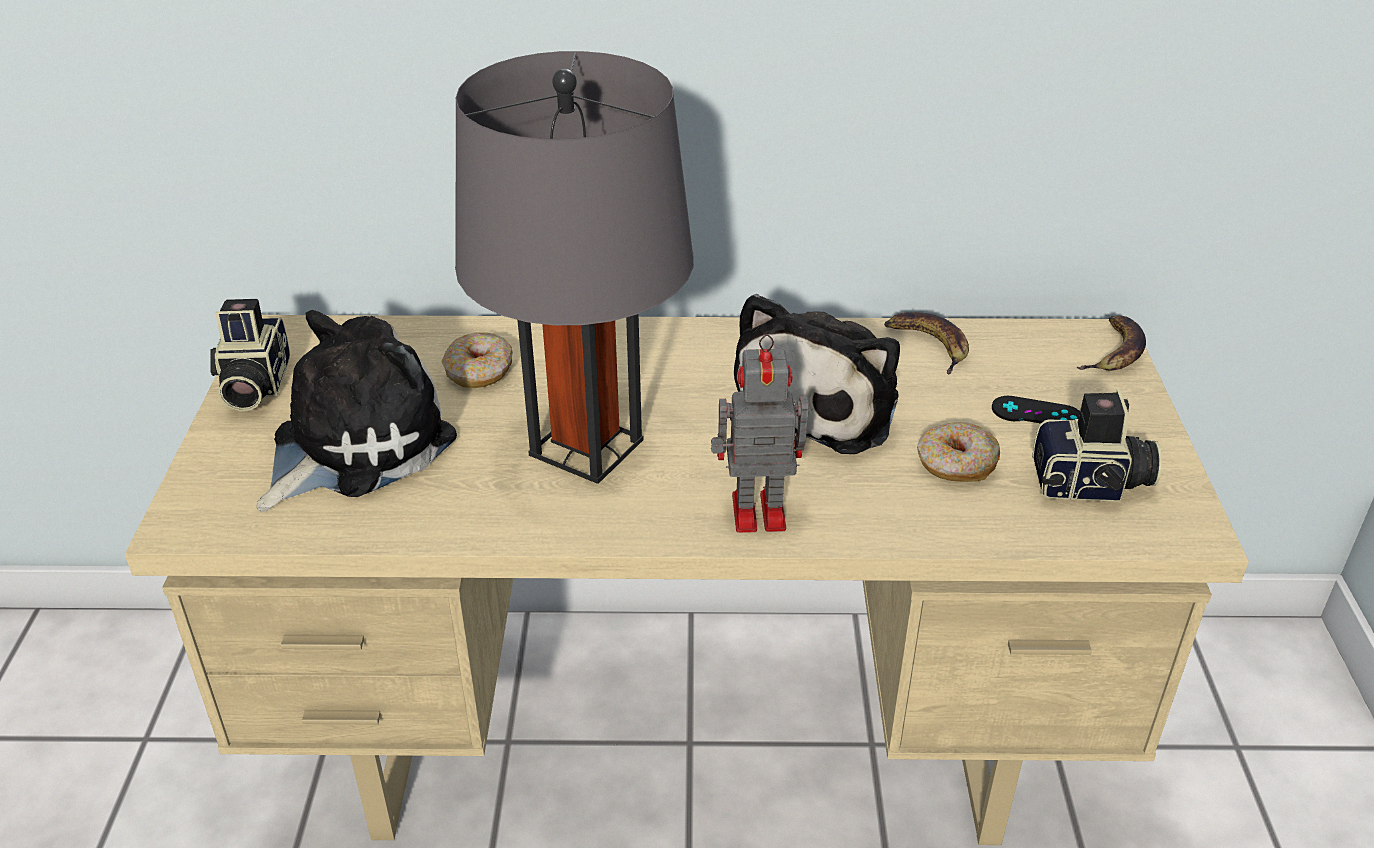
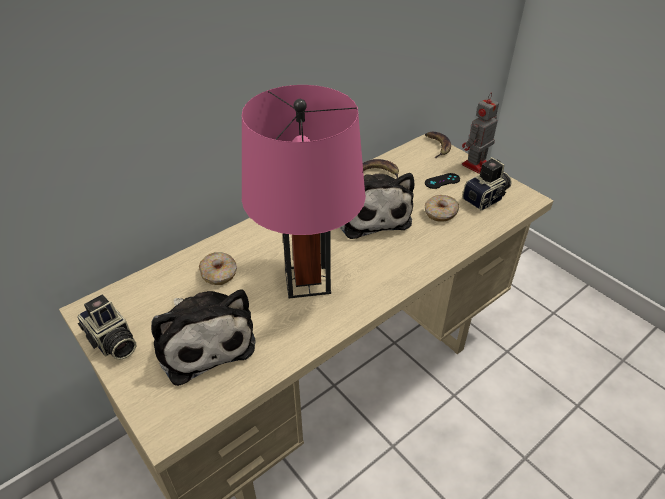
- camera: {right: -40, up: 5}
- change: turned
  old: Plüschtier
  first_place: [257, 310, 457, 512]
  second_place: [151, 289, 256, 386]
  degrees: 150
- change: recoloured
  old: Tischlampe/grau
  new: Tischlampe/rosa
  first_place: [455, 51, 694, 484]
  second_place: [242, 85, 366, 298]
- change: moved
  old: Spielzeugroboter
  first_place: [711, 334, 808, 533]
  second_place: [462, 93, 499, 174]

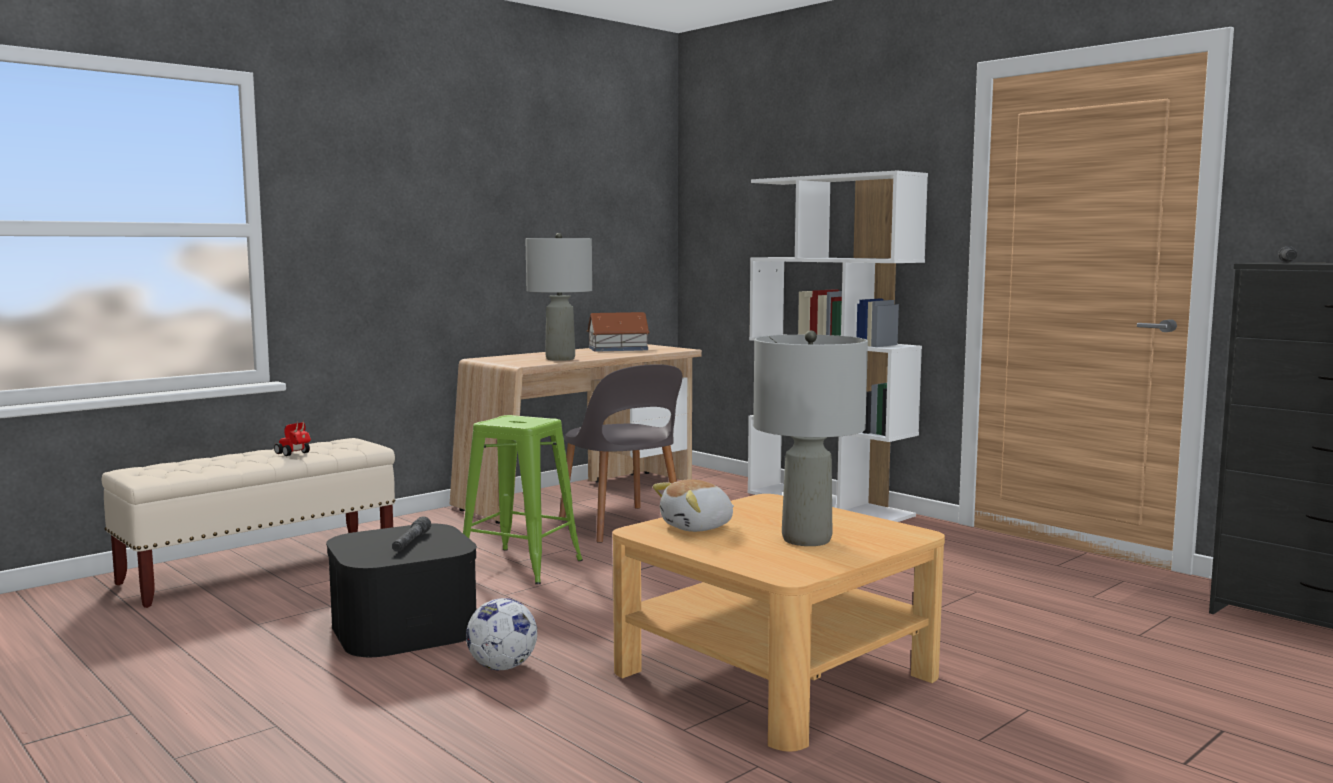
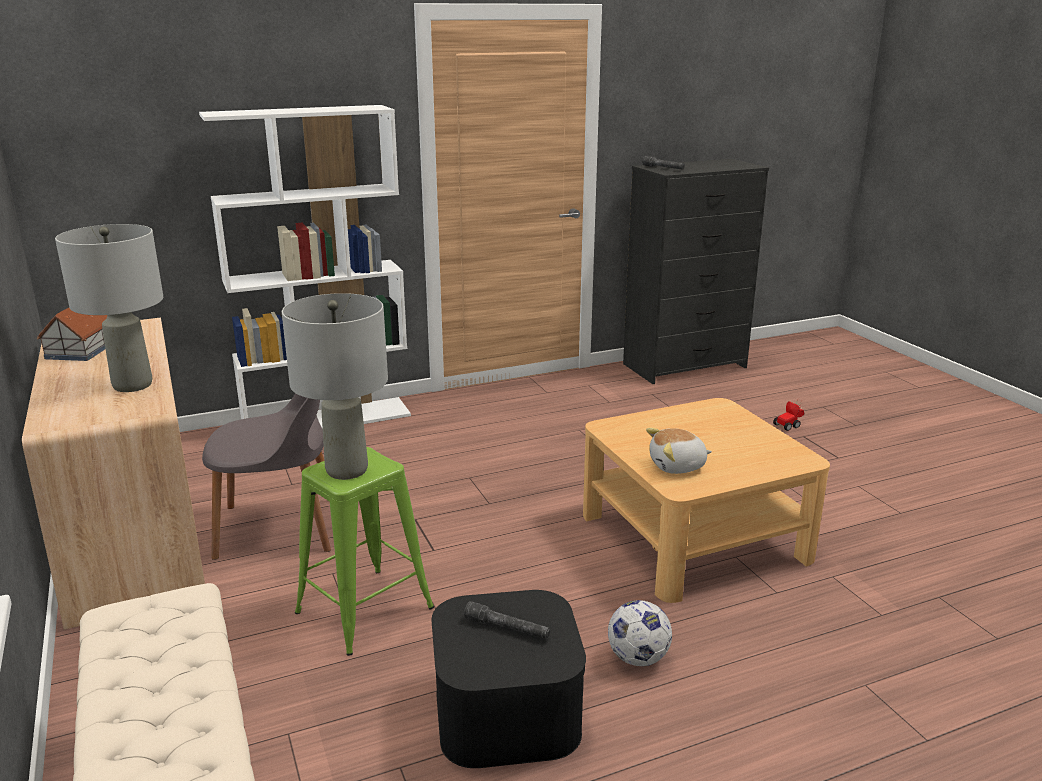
- camera: {right: -70, up: 15}
- change: moved
  old: Tischlampe/grau
  first_place: [753, 330, 868, 546]
  second_place: [282, 293, 388, 480]
- change: turned
  old: Plüschtier
  first_place: [653, 479, 734, 532]
  second_place: [646, 428, 712, 474]
  degrees: 90
- change: moved
  old: Spielzeugauto
  first_place: [274, 421, 311, 456]
  second_place: [773, 399, 805, 431]

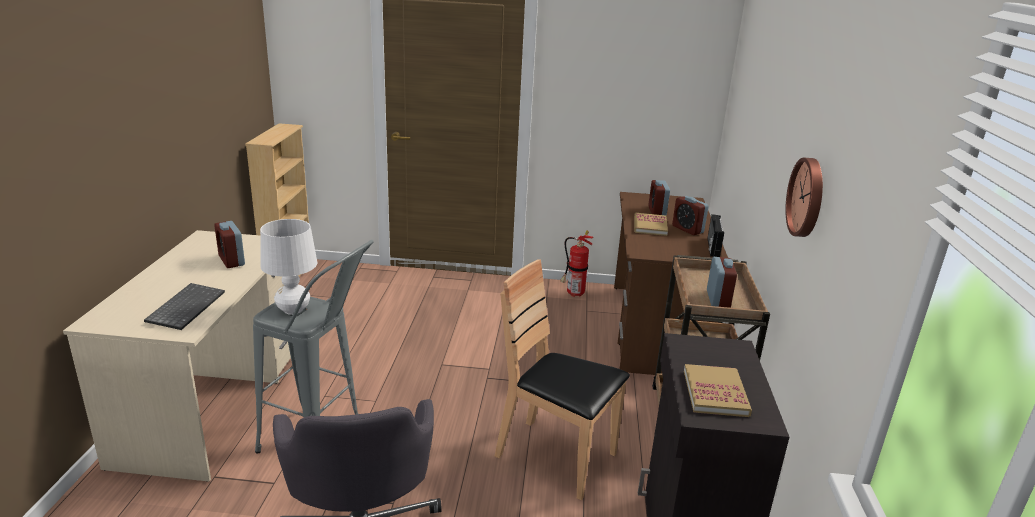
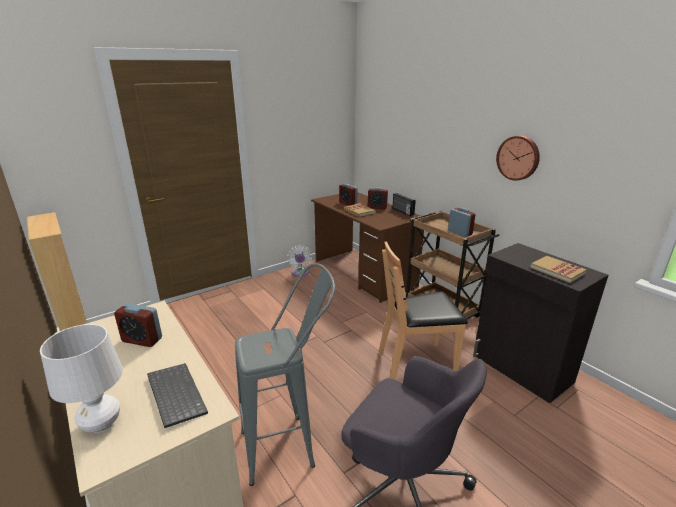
- camera: {right: -40, up: 0}
- change: moved
  old: Tischlampe/weiß
  first_place: [260, 219, 317, 315]
  second_place: [40, 324, 123, 433]
- change: replaced
  old: Feuerlöscher
  new: Ventilator/weiß
  first_place: [560, 230, 594, 297]
  second_place: [287, 245, 312, 276]

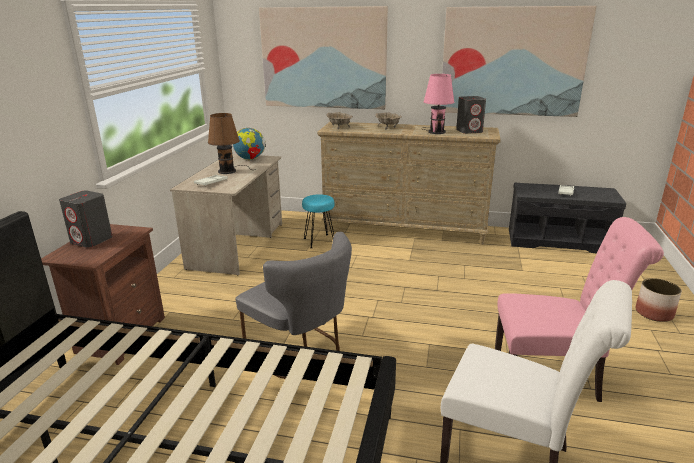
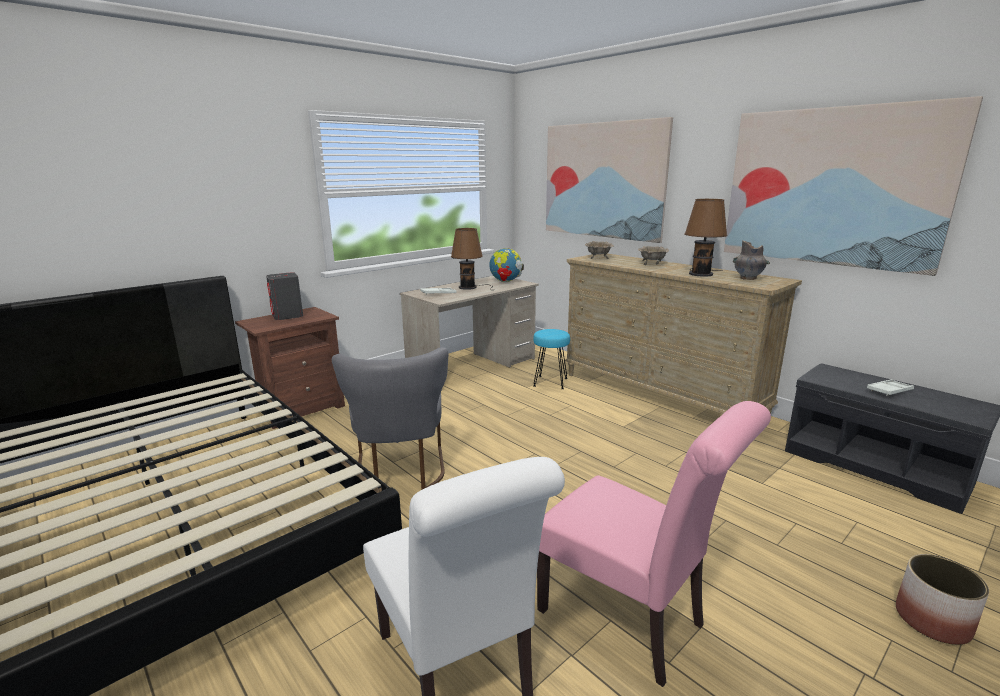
- camera: {right: 35, up: -5}
- change: recoloured
  old: Tischlampe/rosa
  new: Tischlampe/braun
  first_place: [421, 74, 455, 134]
  second_place: [685, 199, 727, 277]
- change: replaced
  old: Lautsprecher/grau
  new: Vase/grau
  first_place: [456, 96, 486, 134]
  second_place: [733, 240, 770, 280]

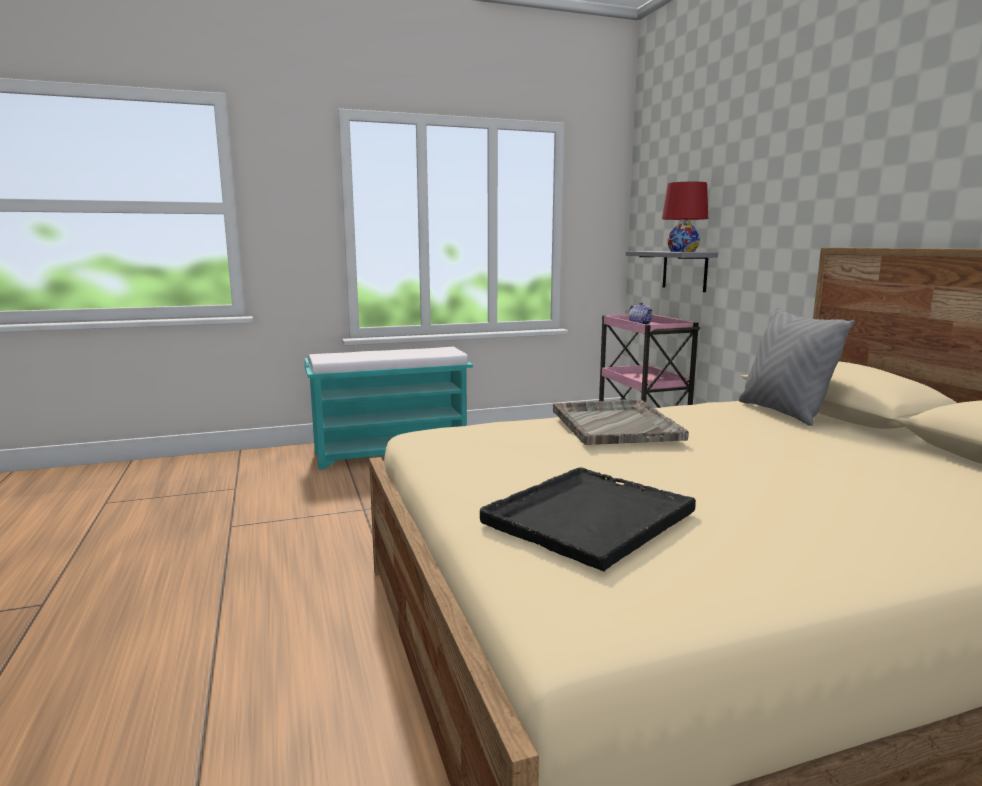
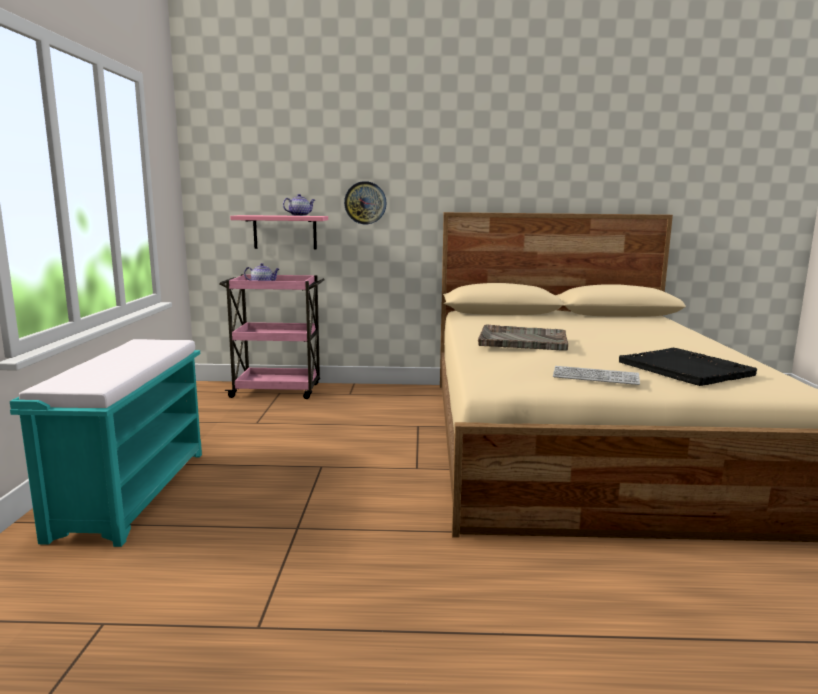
- camera: {right: -70, up: 0}
- change: recoloured
  old: Wandregal/grau
  new: Wandregal/rosa
  first_place: [626, 251, 718, 292]
  second_place: [230, 215, 328, 249]
- change: replaced
  old: Tischlampe/rot
  new: Teekanne
  first_place: [662, 182, 708, 252]
  second_place: [283, 194, 315, 216]
- change: added
  new: Wanduhr
  second_place: [344, 181, 387, 224]
- change: added
  new: Tastatur
  second_place: [553, 366, 640, 385]
- change: removed
  old: Kissen/grau
  first_place: [739, 308, 855, 426]

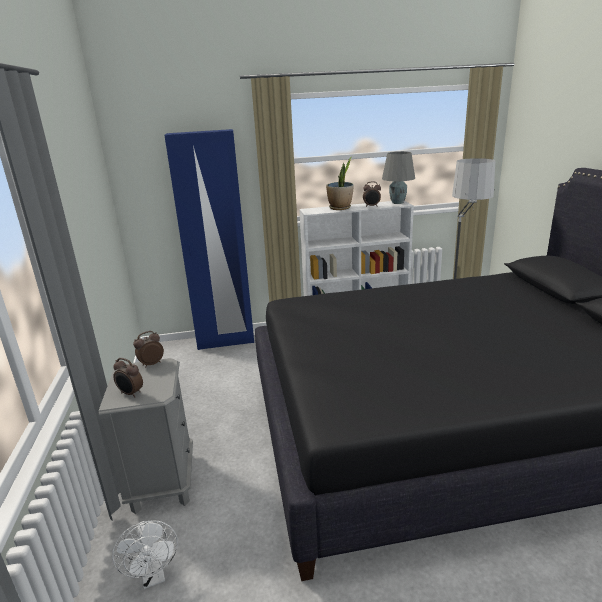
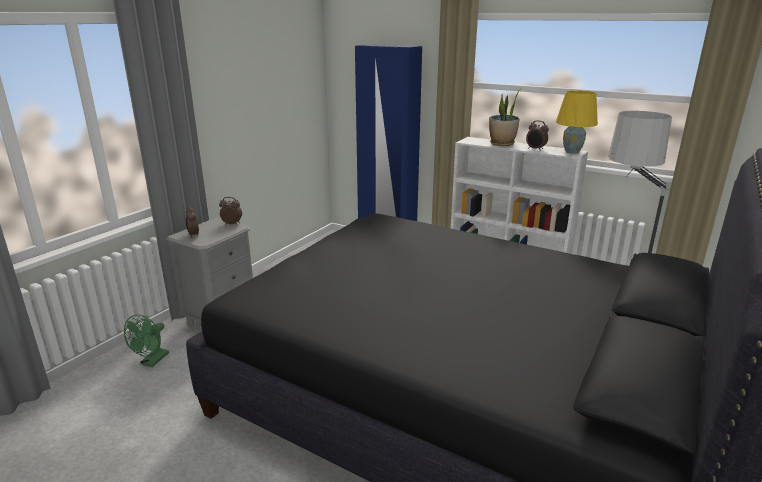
- camera: {right: 40, up: 0}
- change: recoloured
  old: Ventilator/weiß
  new: Ventilator/grün
  first_place: [112, 520, 178, 589]
  second_place: [124, 315, 169, 367]
- change: recoloured
  old: Tischlampe/grau
  new: Tischlampe/gelb
  first_place: [382, 152, 415, 204]
  second_place: [556, 91, 598, 154]

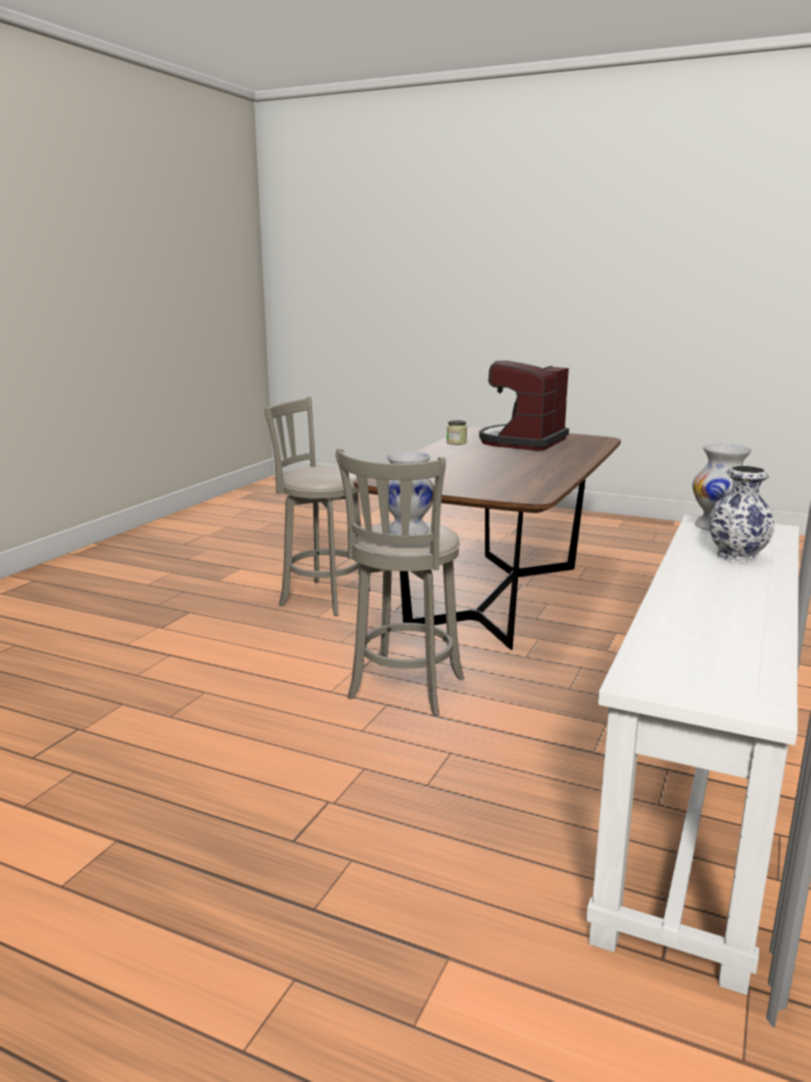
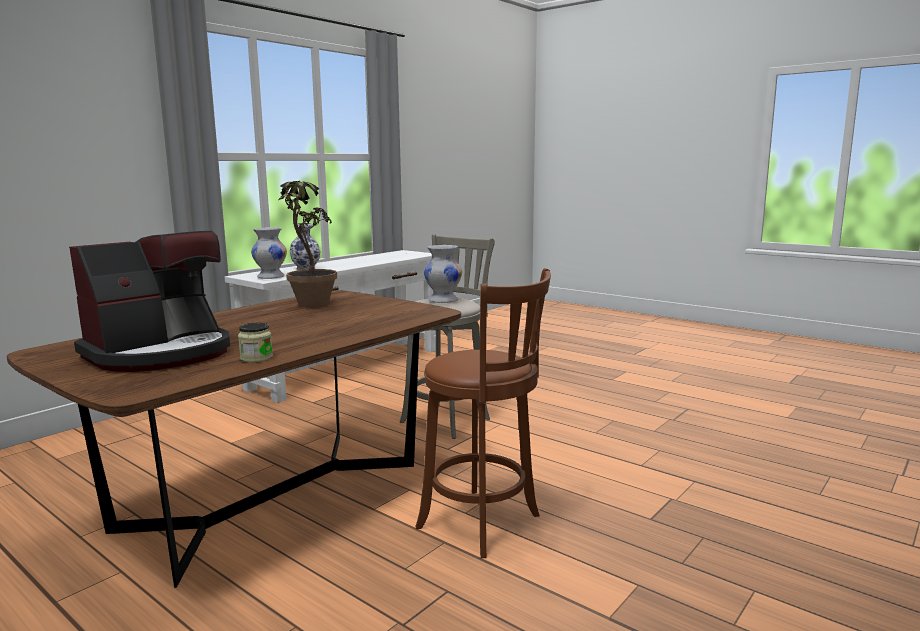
- camera: {right: -165, up: -5}
- change: added
  new: Topfpflanze
  second_place: [278, 181, 337, 308]
- change: recoloured
  old: Hocker/grau
  new: Hocker/braun
  first_place: [264, 397, 371, 616]
  second_place: [416, 268, 551, 558]

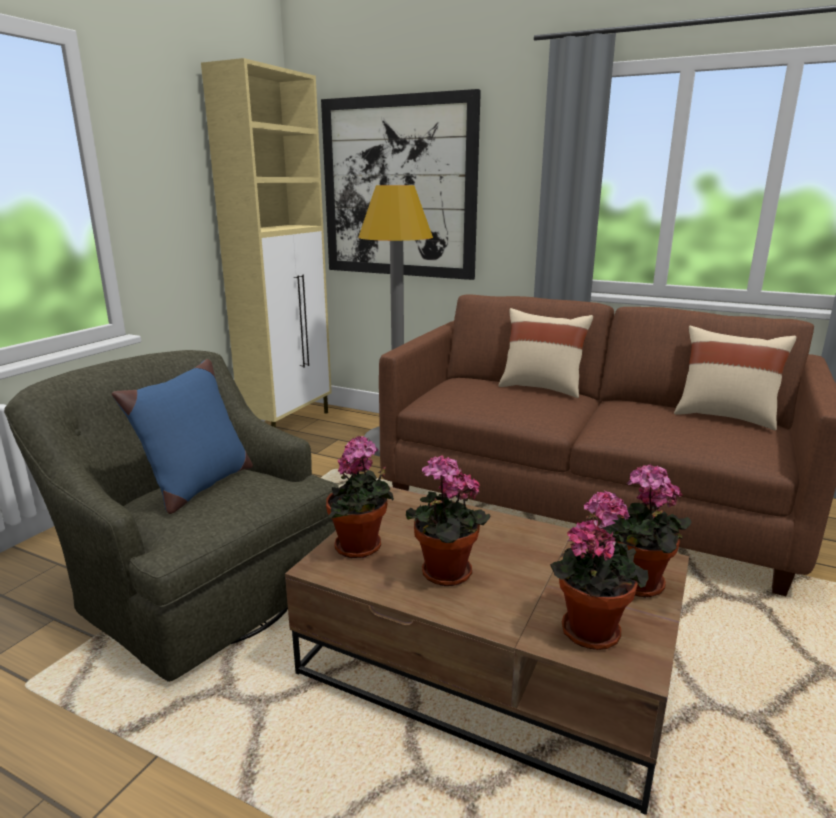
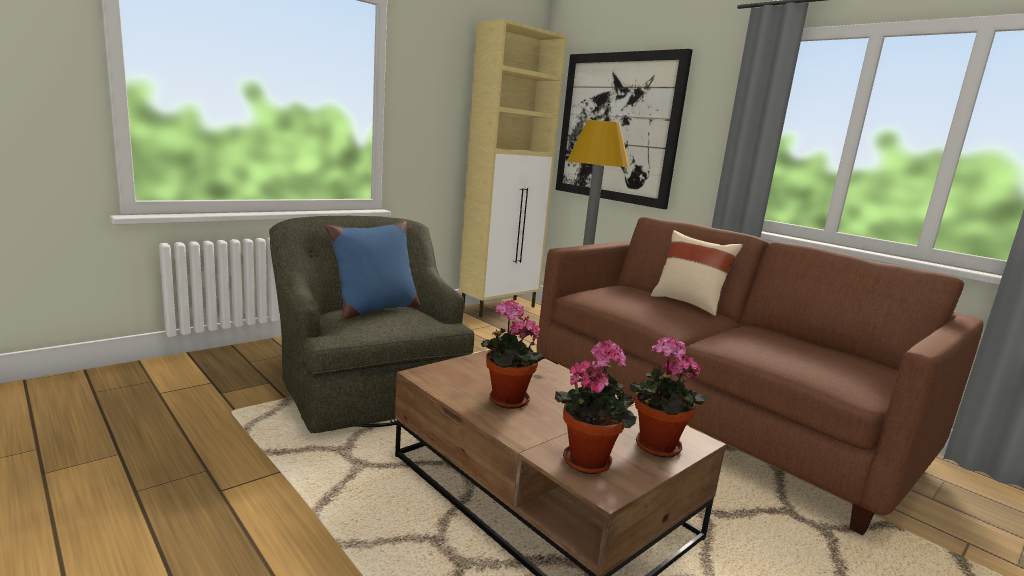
- camera: {right: 20, up: -5}
- change: removed
  old: Topfpflanze
  first_place: [326, 436, 394, 558]
- change: removed
  old: Kissen/beige
  first_place: [674, 326, 796, 431]

